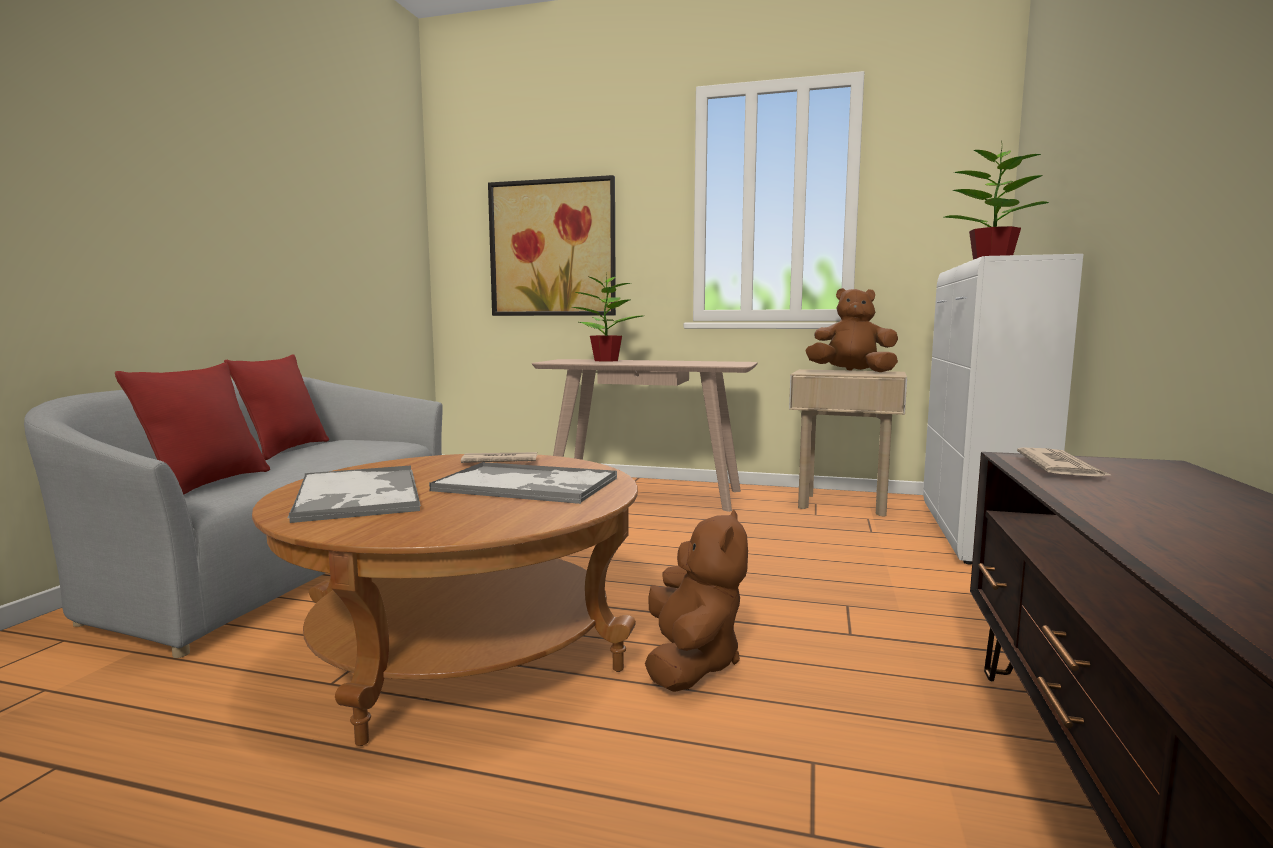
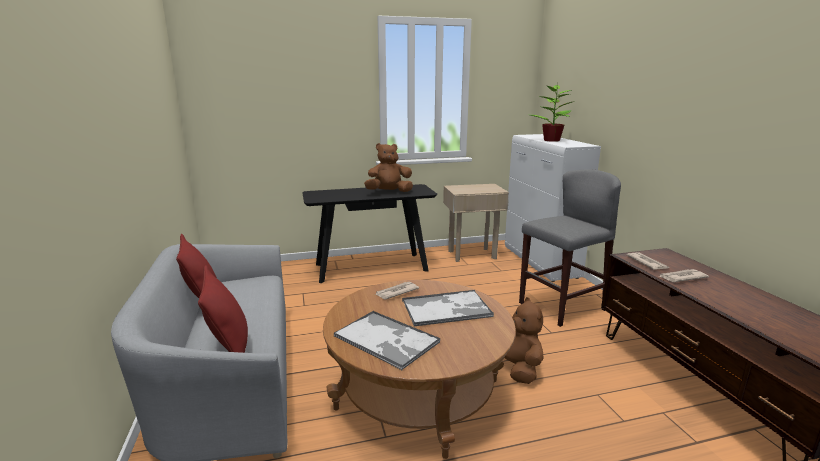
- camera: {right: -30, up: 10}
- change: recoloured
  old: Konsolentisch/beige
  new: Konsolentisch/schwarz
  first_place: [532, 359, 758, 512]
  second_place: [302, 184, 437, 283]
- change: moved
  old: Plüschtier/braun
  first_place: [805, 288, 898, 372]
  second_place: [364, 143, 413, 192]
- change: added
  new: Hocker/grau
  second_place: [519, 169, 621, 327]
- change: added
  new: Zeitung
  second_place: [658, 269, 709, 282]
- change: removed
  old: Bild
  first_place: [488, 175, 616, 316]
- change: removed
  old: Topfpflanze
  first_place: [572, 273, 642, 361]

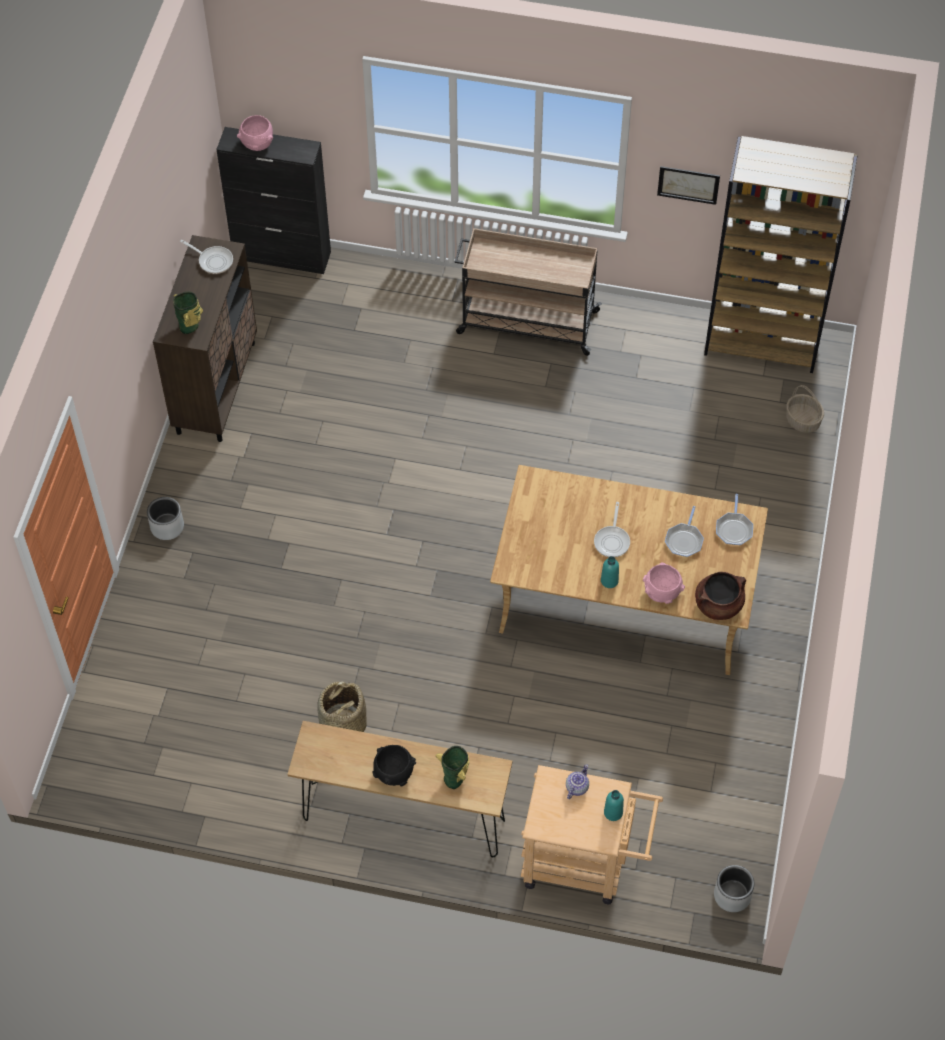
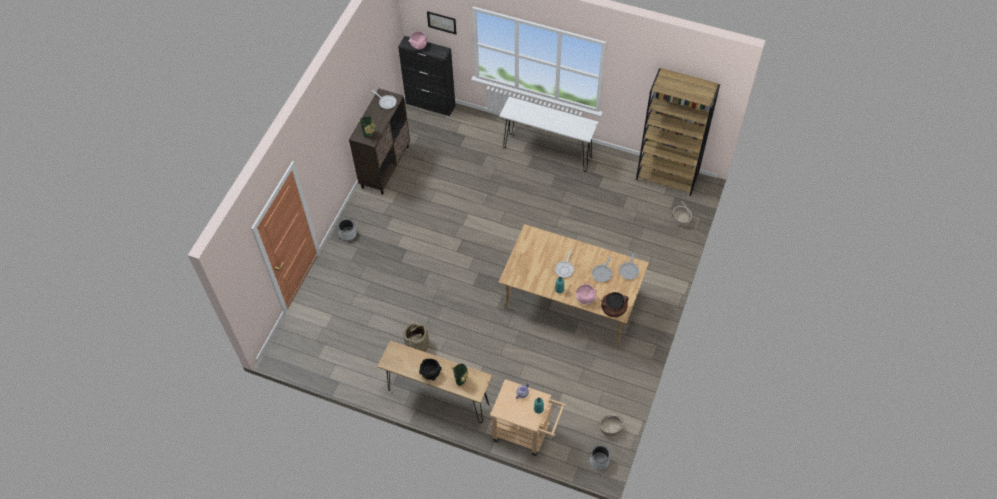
- camera: {right: 10, up: 0}
- change: moved
  old: Bild
  first_place: [657, 166, 720, 205]
  second_place: [427, 11, 456, 34]
- change: replaced
  old: Rollwagen/beige
  new: Konsolentisch/weiß
  first_place: [455, 228, 602, 356]
  second_place: [499, 97, 599, 172]
- change: added
  new: Korb
  second_place: [599, 414, 623, 436]

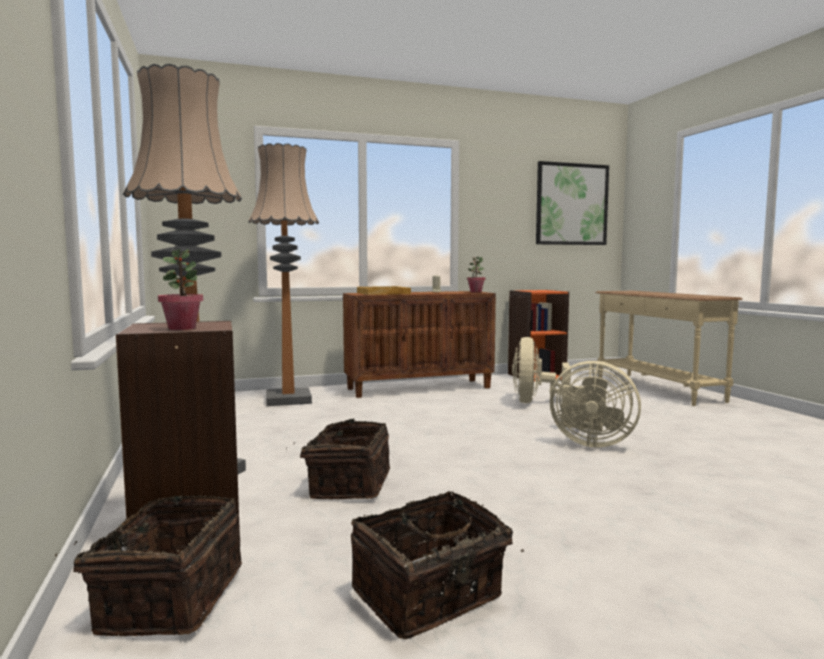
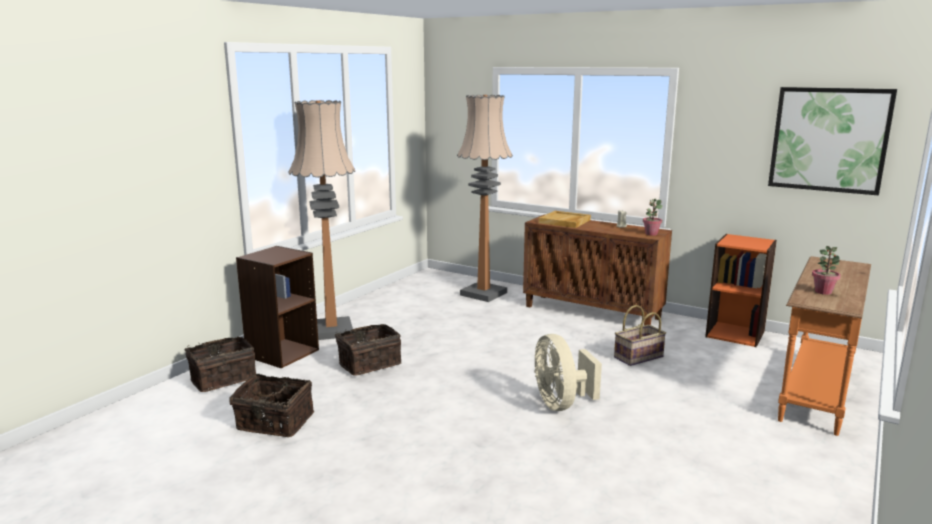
- camera: {right: 50, up: 10}
- change: replaced
  old: Ventilator/beige
  new: Korb
  first_place: [512, 337, 571, 403]
  second_place: [614, 305, 666, 366]
- change: recoloured
  old: Konsolentisch/beige
  new: Konsolentisch/orange
  first_place: [595, 291, 742, 406]
  second_place: [778, 256, 871, 436]
- change: moved
  old: Topfpflanze
  first_place: [158, 249, 203, 330]
  second_place: [812, 246, 841, 295]

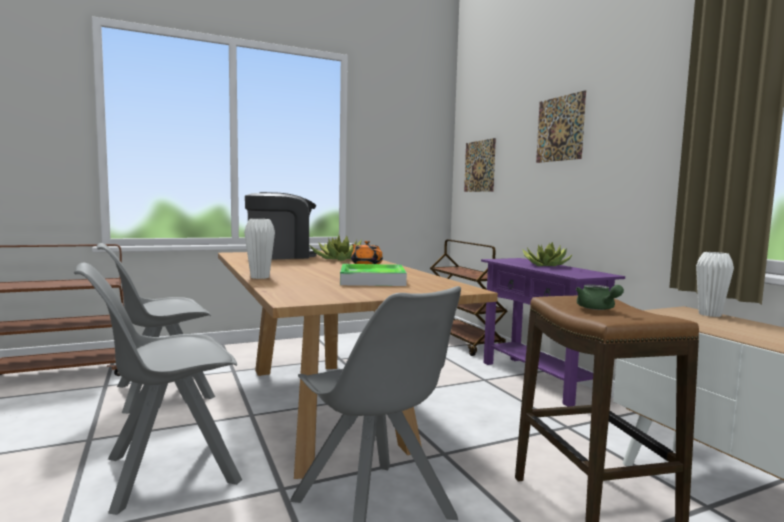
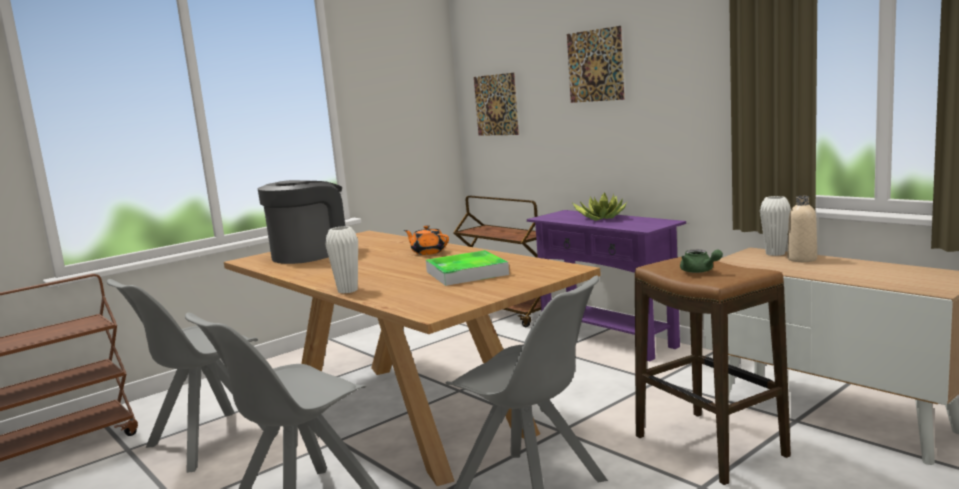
- camera: {right: -15, up: 5}
- change: added
  new: Flasche/beige
  second_place: [787, 196, 817, 262]
- change: removed
  old: Topfpflanze
  first_place: [309, 236, 362, 261]

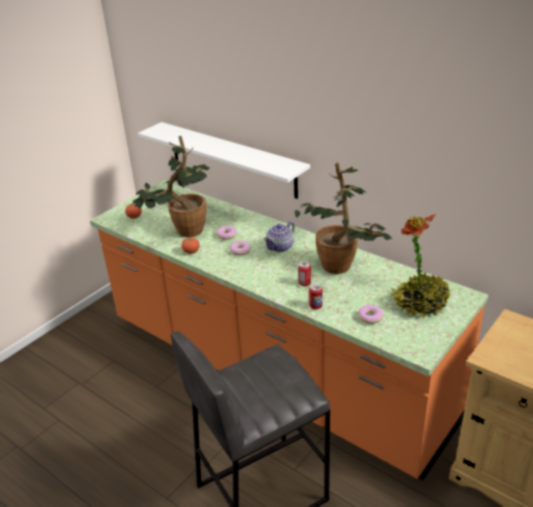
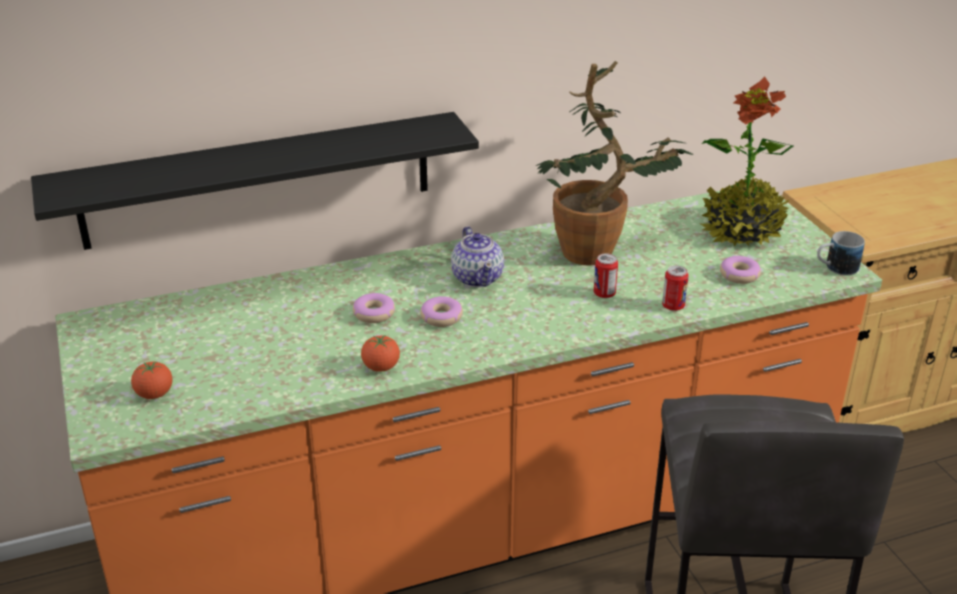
- camera: {right: -60, up: 0}
- change: recoloured
  old: Wandregal/weiß
  new: Wandregal/schwarz
  first_place: [138, 122, 310, 199]
  second_place: [31, 112, 479, 250]
- change: added
  new: Henkelbecher
  second_place: [817, 231, 865, 276]
- change: removed
  old: Topfpflanze
  first_place: [133, 136, 210, 237]

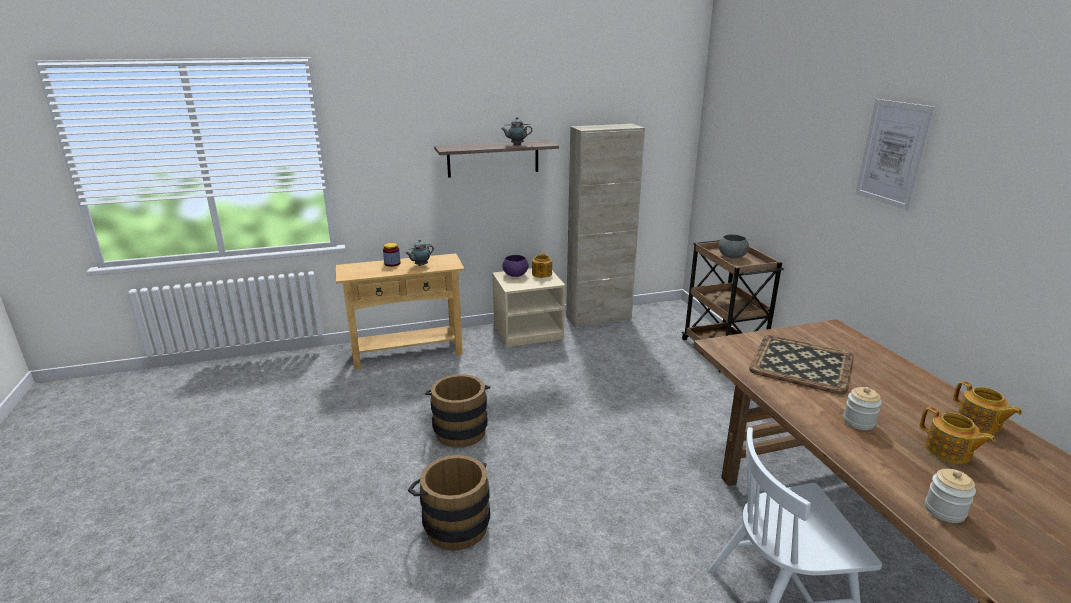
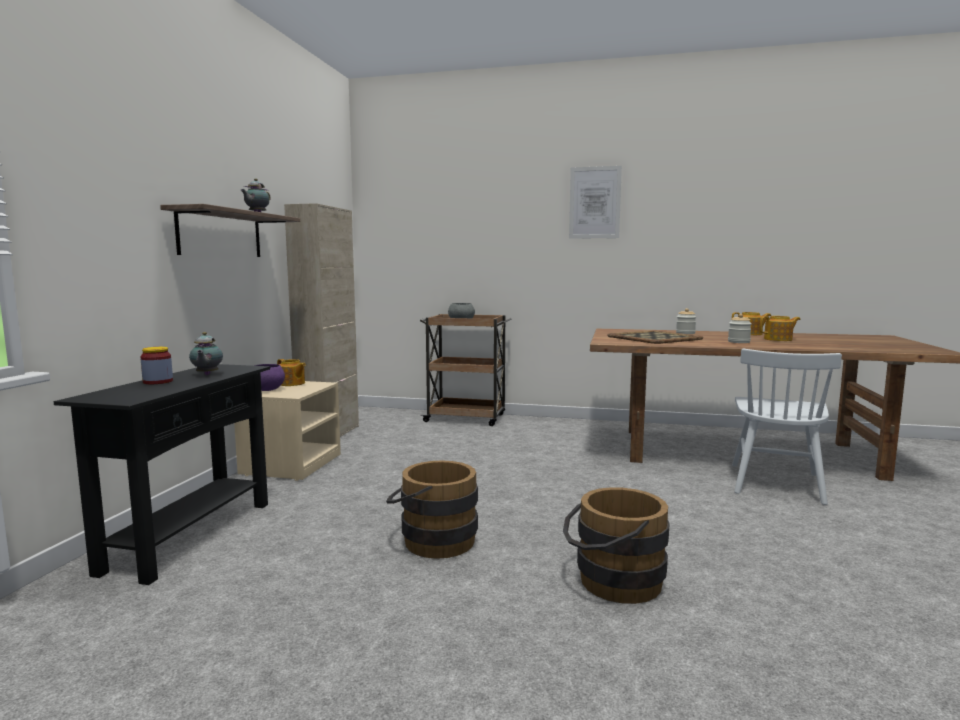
- camera: {right: -60, up: -15}
- change: recoloured
  old: Konsolentisch/beige
  new: Konsolentisch/schwarz
  first_place: [336, 253, 465, 370]
  second_place: [54, 364, 270, 585]
- change: moved
  old: Vorratsglas
  first_place: [925, 469, 976, 523]
  second_place: [676, 308, 696, 334]

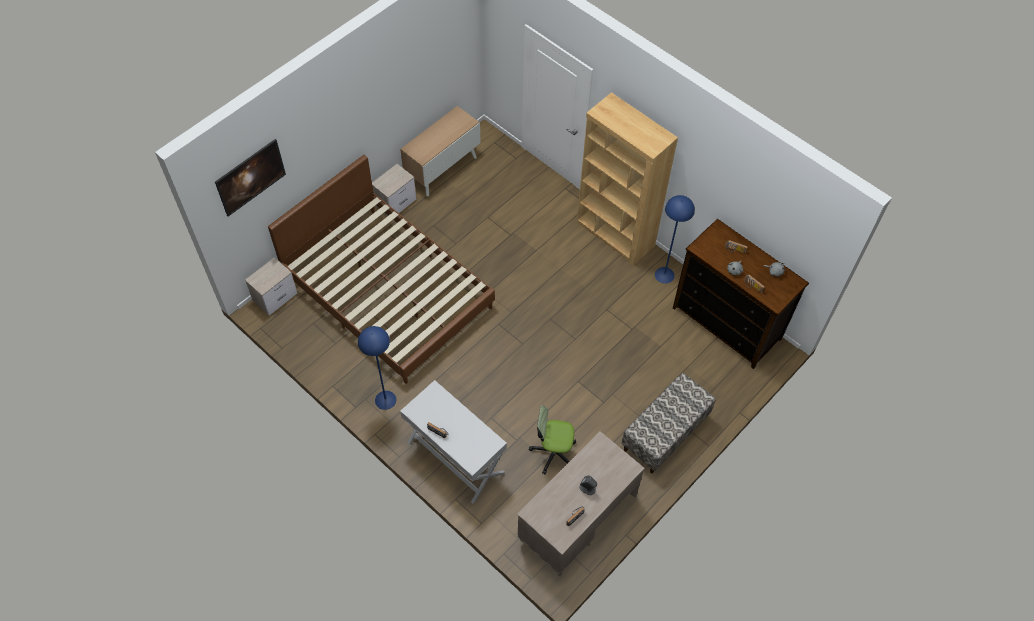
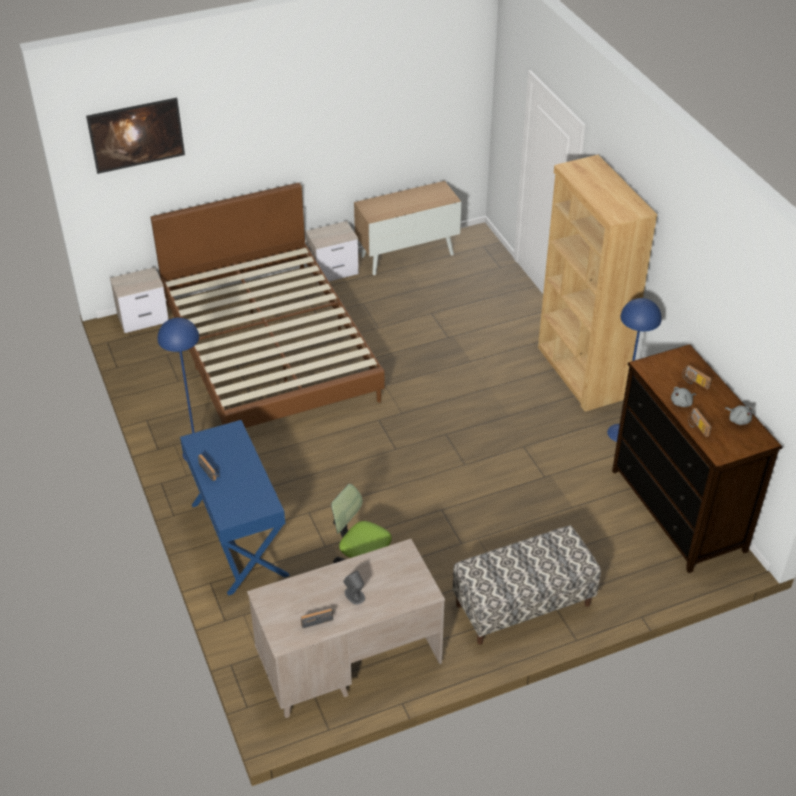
- camera: {right: 25, up: -15}
- change: recoloured
  old: Konsolentisch/weiß
  new: Konsolentisch/blau
  first_place: [400, 380, 507, 504]
  second_place: [180, 420, 290, 596]

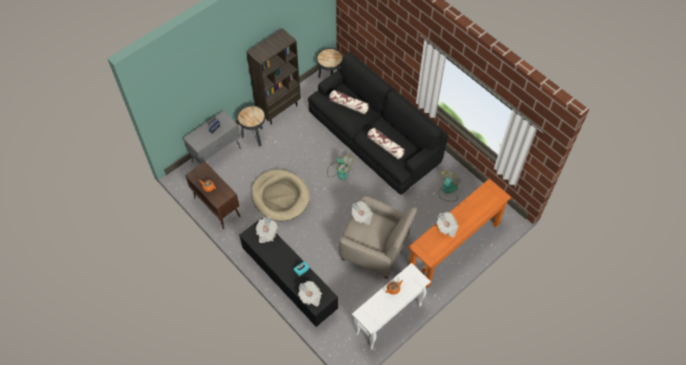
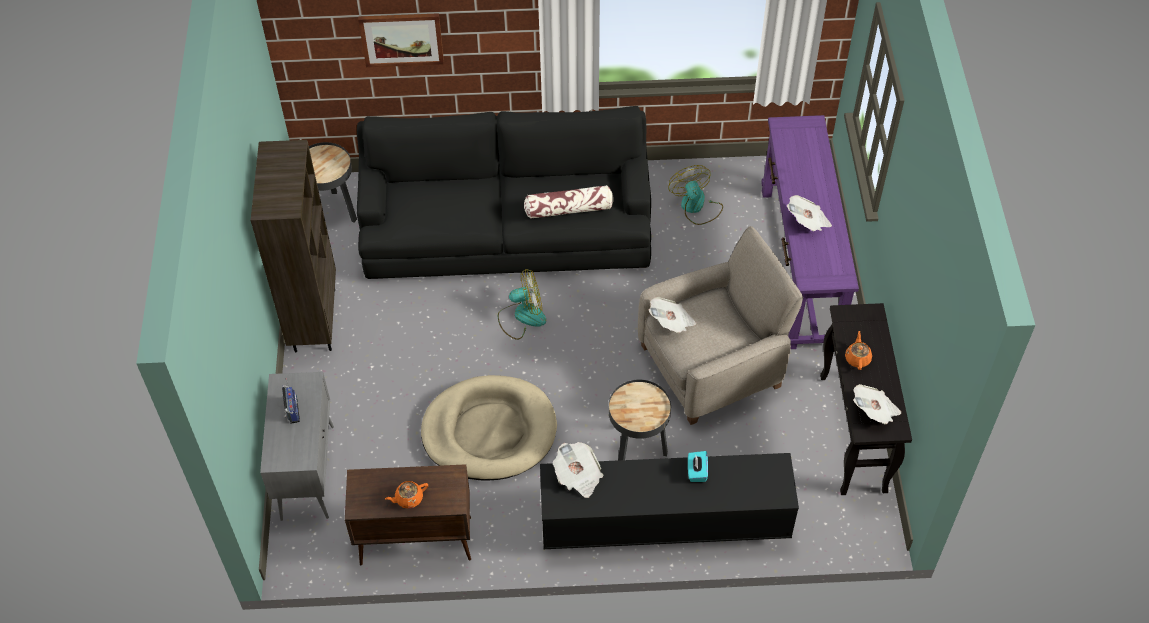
- camera: {right: -50, up: -5}
- change: added
  new: Bild
  second_place: [358, 13, 444, 67]
- change: moved
  old: Beistelltisch/schwarz
  first_place: [238, 105, 265, 147]
  second_place: [609, 380, 671, 460]
- change: recoloured
  old: Konsolentisch/orange
  new: Konsolentisch/lila
  first_place: [408, 179, 511, 288]
  second_place: [761, 115, 859, 349]
- change: recoloured
  old: Konsolentisch/weiß
  new: Konsolentisch/schwarz
  first_place: [352, 263, 431, 350]
  second_place: [820, 303, 912, 495]
- change: moved
  old: Zeitung
  first_place: [298, 281, 322, 306]
  second_place: [853, 384, 901, 424]
- change: removed
  old: Kissen
  first_place: [329, 90, 369, 114]

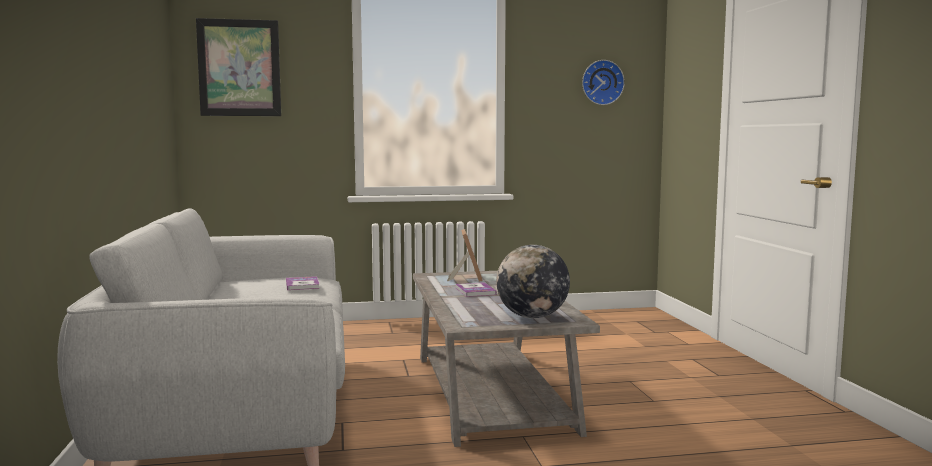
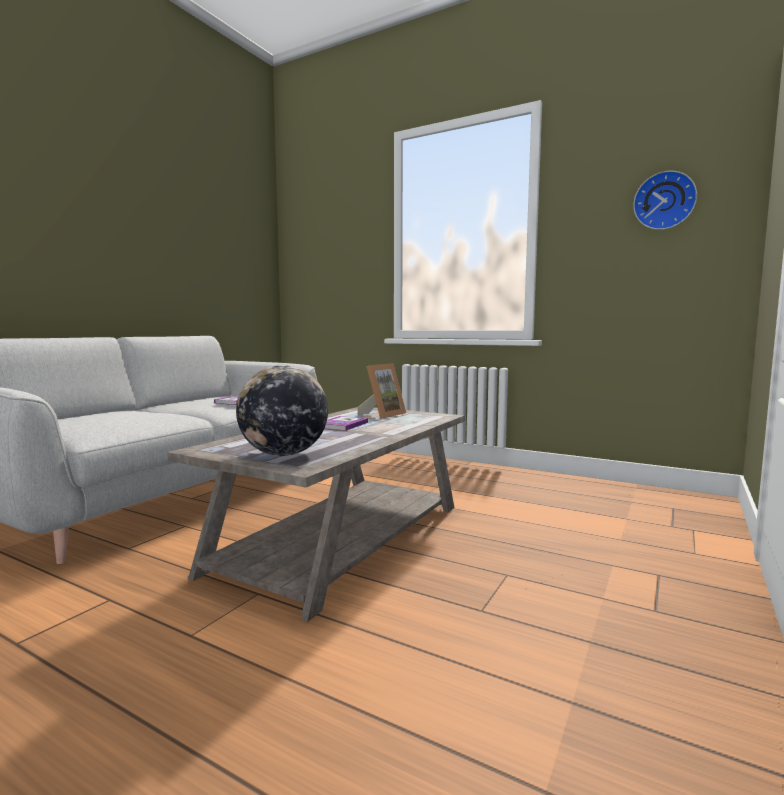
- camera: {right: 40, up: 0}
- change: removed
  old: Bild
  first_place: [196, 18, 281, 116]

